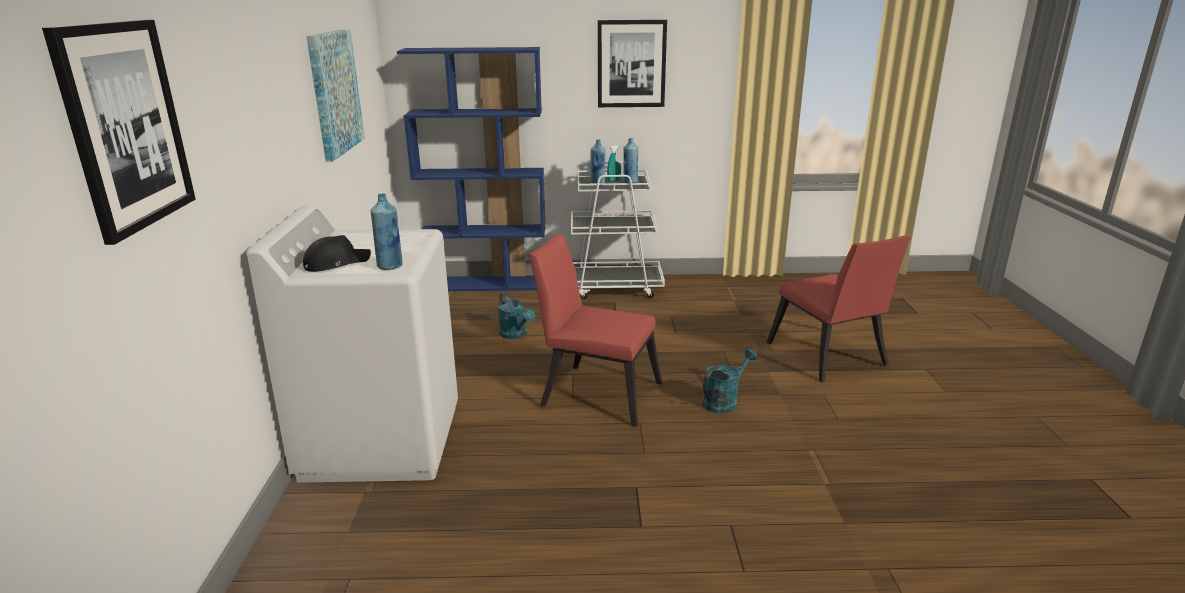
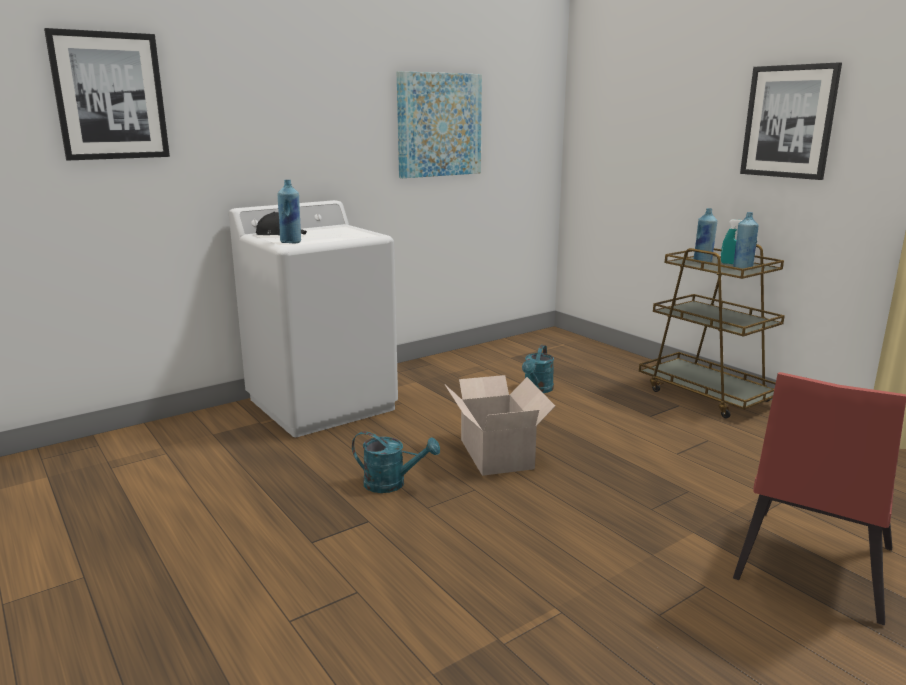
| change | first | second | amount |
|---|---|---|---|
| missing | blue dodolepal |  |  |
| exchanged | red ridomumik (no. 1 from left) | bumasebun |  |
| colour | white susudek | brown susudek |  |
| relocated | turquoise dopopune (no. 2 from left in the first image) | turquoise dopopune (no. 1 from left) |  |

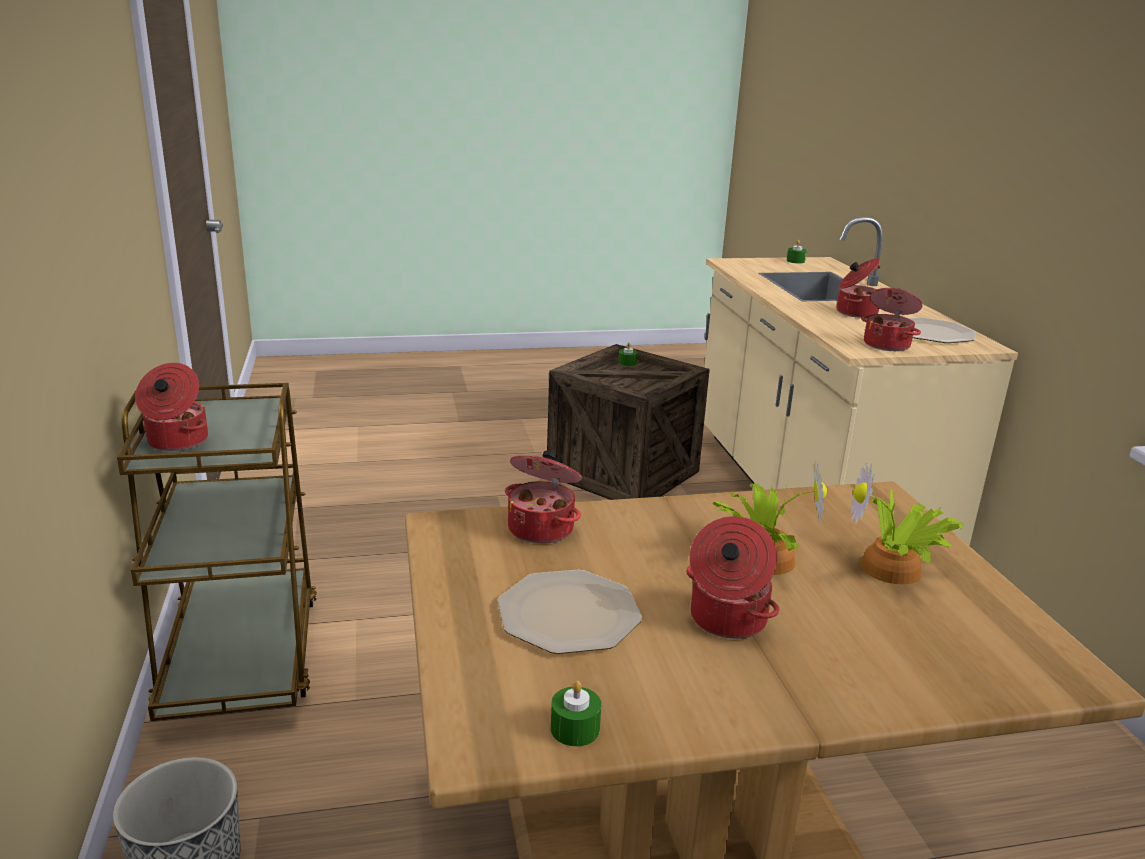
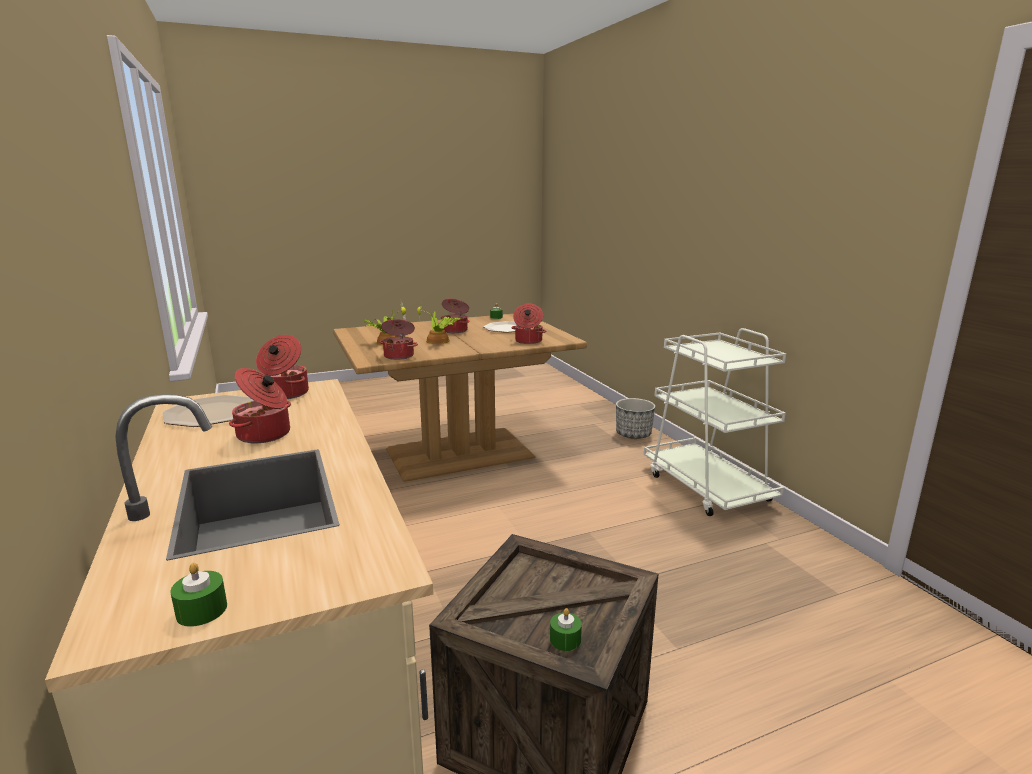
| change | first | second | amount |
|---|---|---|---|
| colour | brown susudek | white susudek |  |
| relocated | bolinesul (no. 1 from left in the first image) | bolinesul (no. 3 from left) |  |

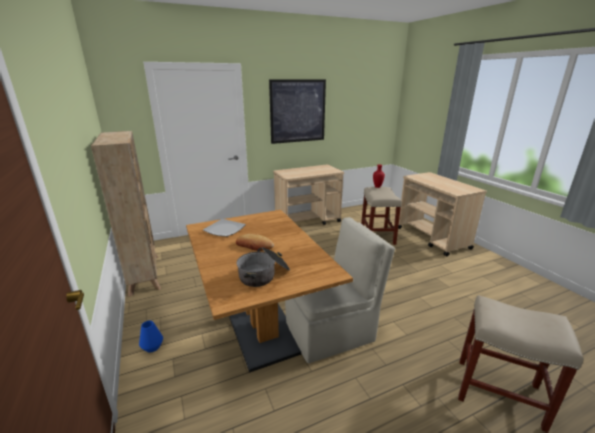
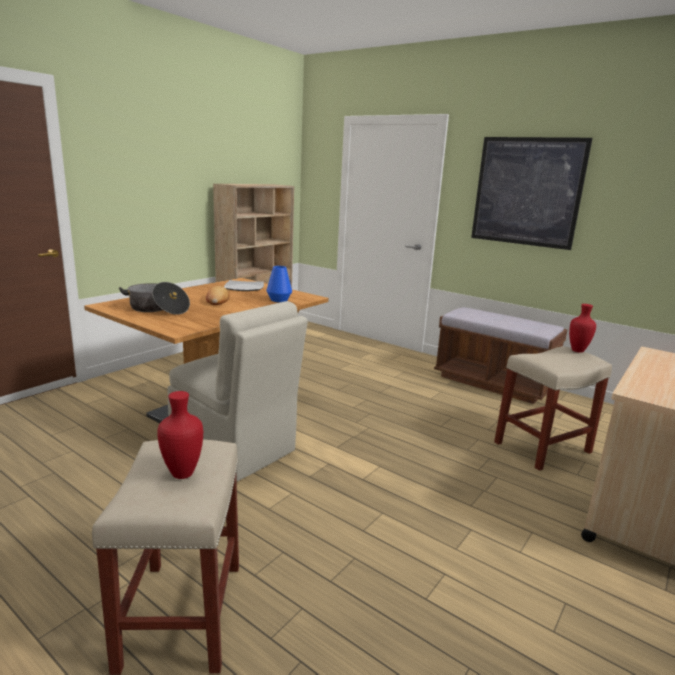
| change | first | second | amount |
|---|---|---|---|
| relocated | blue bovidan |  |  |
| exchanged | beige susudek (no. 1 from left) | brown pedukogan |  |
| appeared |  | red bovidan (no. 1 from left) |  |

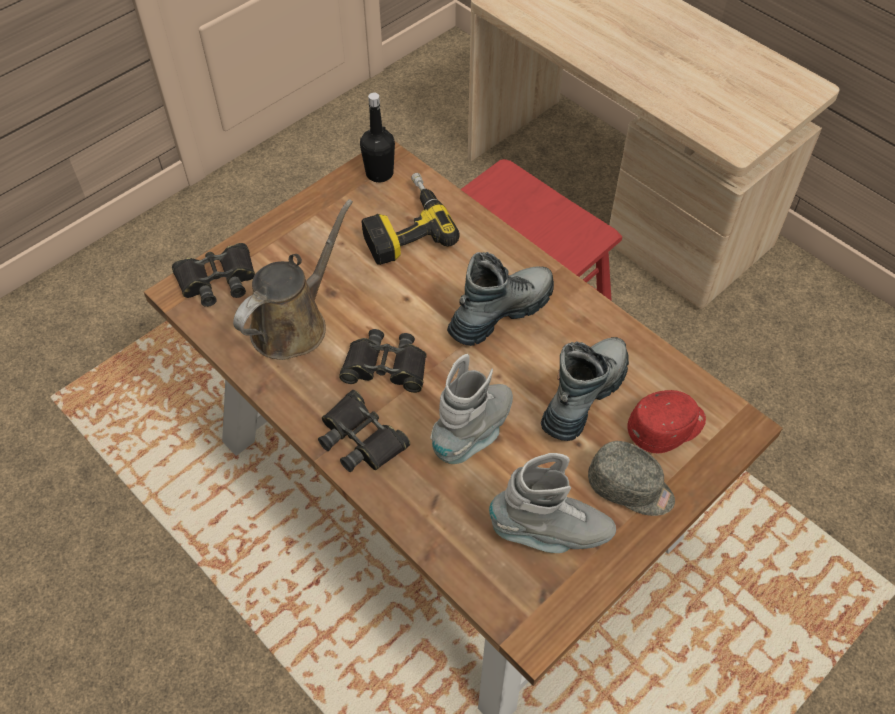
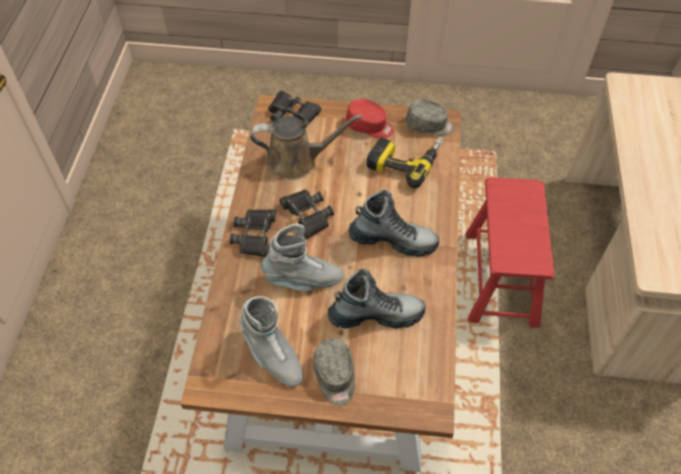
| change | first | second | amount |
|---|---|---|---|
| exchanged | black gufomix | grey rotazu (no. 2 from left) |  |
| relocated | red rotazu |  |  |

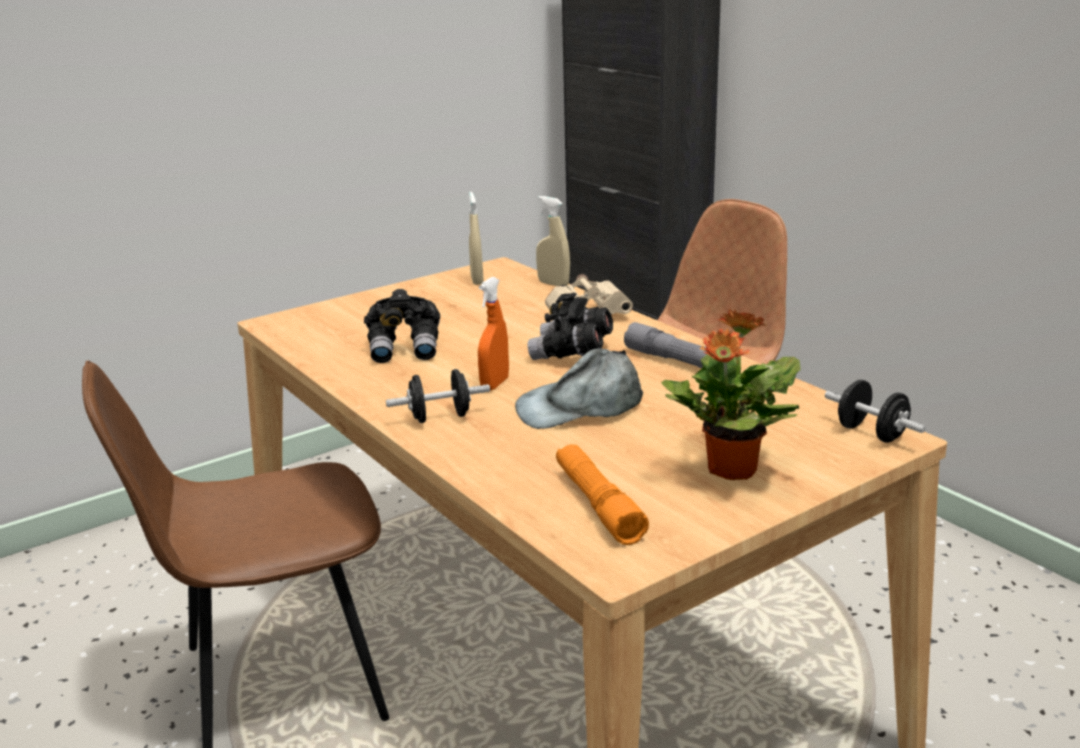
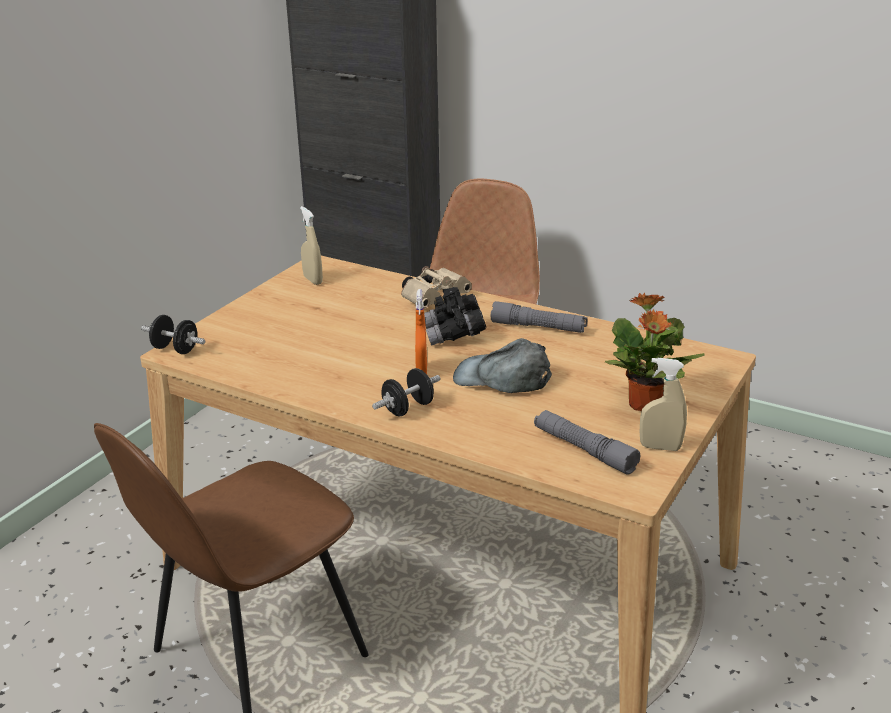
| change | first | second | amount |
|---|---|---|---|
| missing | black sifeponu (no. 1 from left) |  |  |
| spun | grey rotazu |  | 60 degrees clockwise |
| relocated | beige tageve (no. 2 from left) |  |  |
| colour | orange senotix | grey senotix (no. 2 from left) |  |
| relocated | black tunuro (no. 2 from left in the first image) | black tunuro (no. 1 from left) |  |

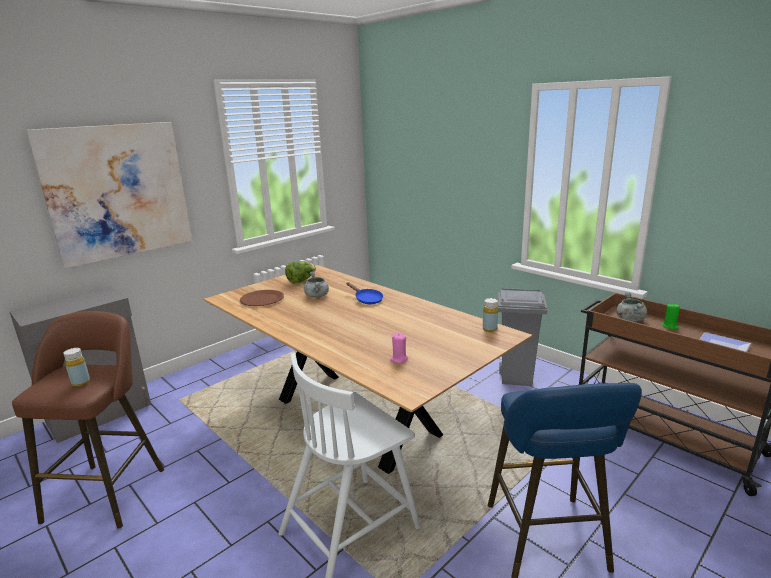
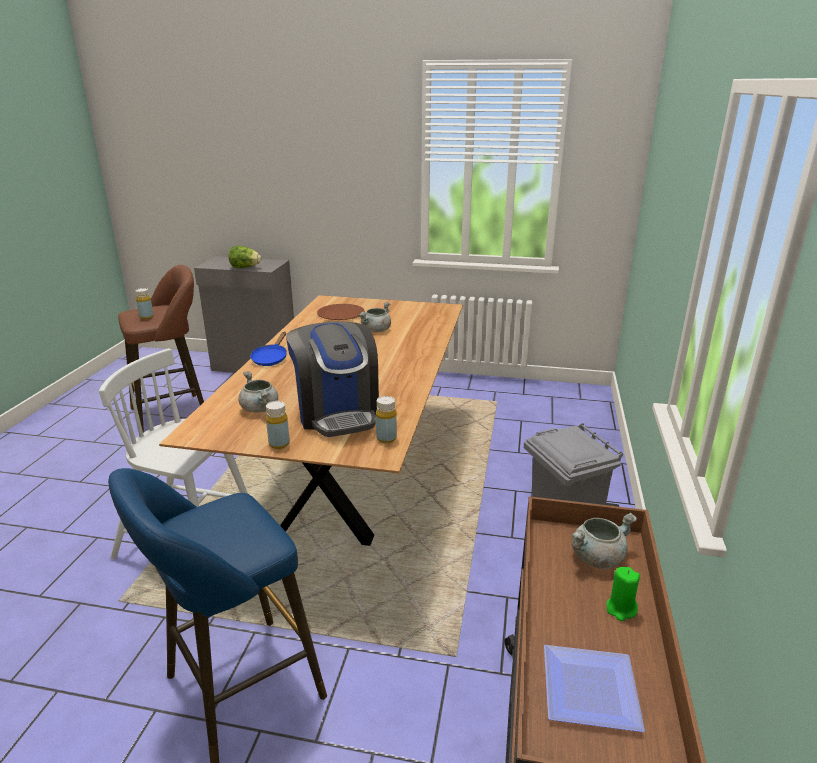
| change | first | second | amount |
|---|---|---|---|
| missing | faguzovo |  |  |
| relocated | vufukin |  |  |
| relocated | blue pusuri |  |  |
| exchanged | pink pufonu | grey bolinesul (no. 1 from left) |  |
| appeared |  | yellow gufomix (no. 2 from left) |  |
| appeared |  | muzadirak |  |

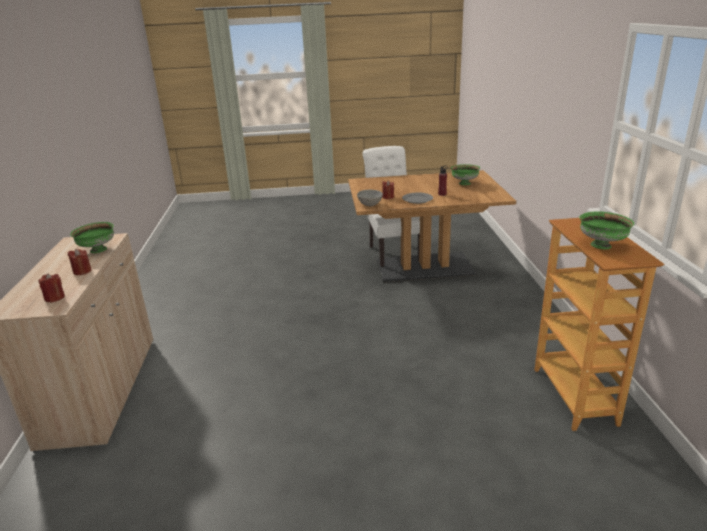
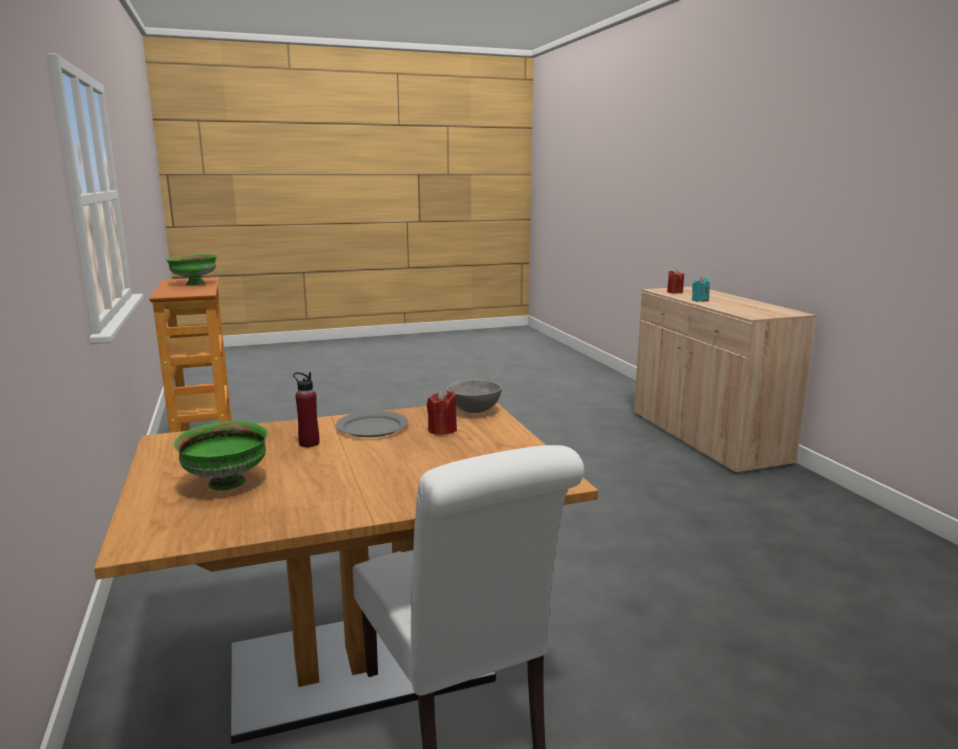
| change | first | second | amount |
|---|---|---|---|
| colour | red pufonu (no. 2 from left) | turquoise pufonu |  |
| missing | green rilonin (no. 1 from left) |  |  |

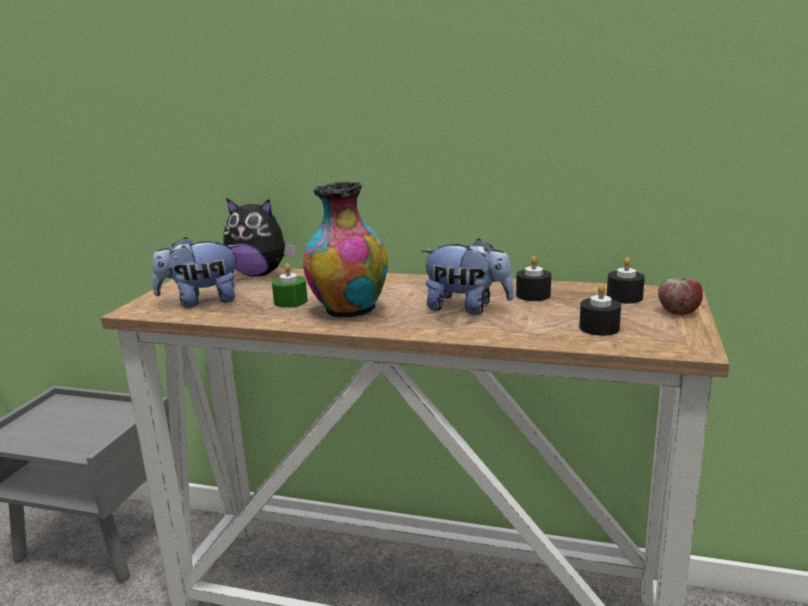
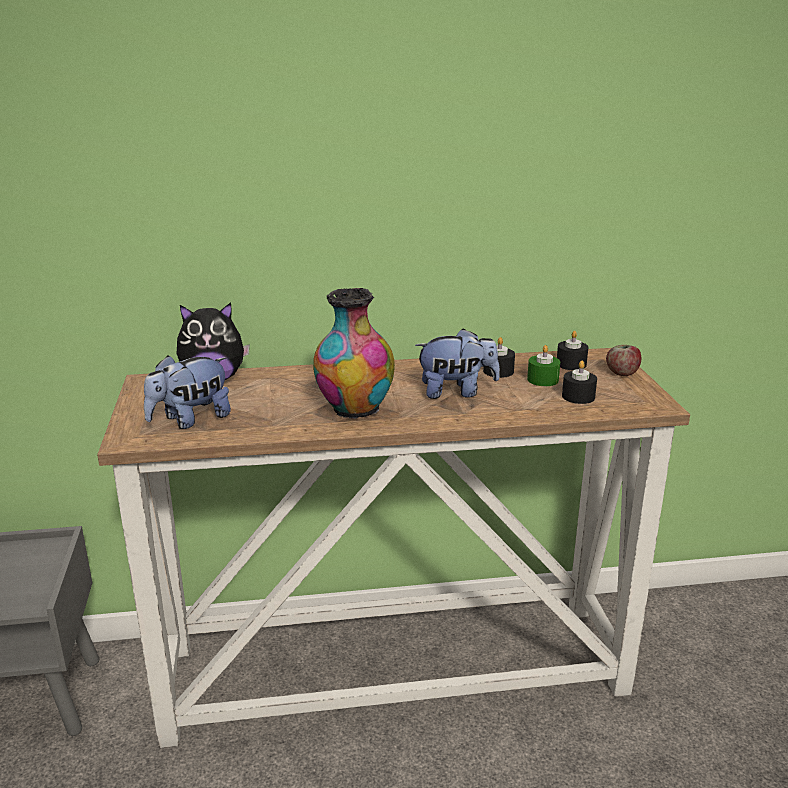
| change | first | second | amount |
|---|---|---|---|
| relocated | green pufonu |  |  |

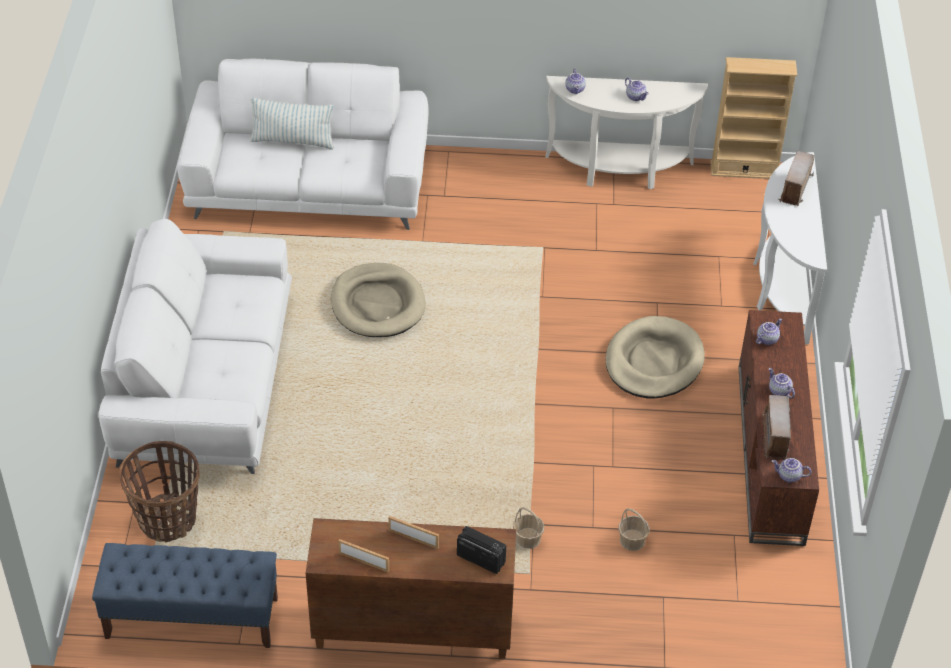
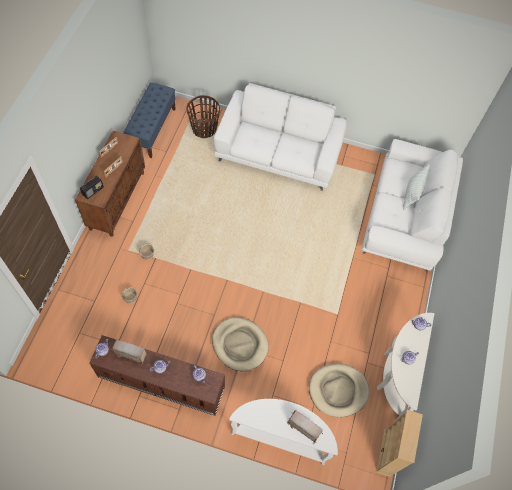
| change | first | second | amount |
|---|---|---|---|
| relocated | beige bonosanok (no. 1 from left in the first image) | beige bonosanok (no. 2 from left) |  |

